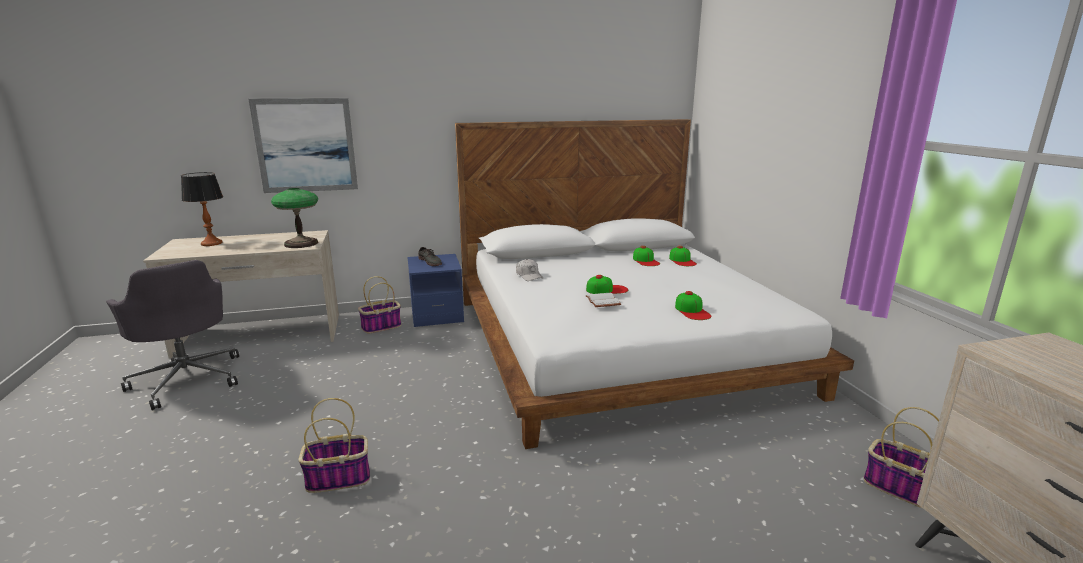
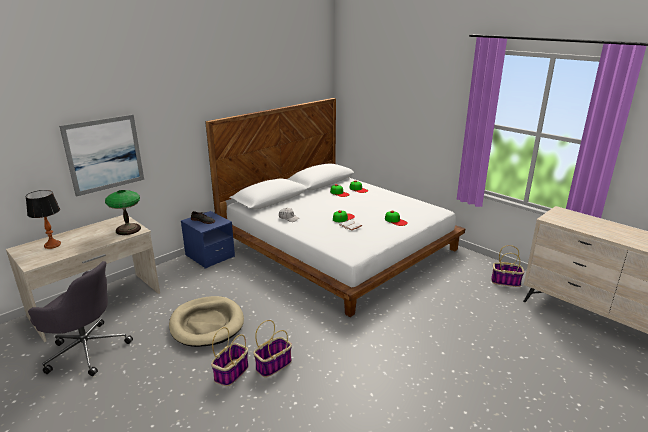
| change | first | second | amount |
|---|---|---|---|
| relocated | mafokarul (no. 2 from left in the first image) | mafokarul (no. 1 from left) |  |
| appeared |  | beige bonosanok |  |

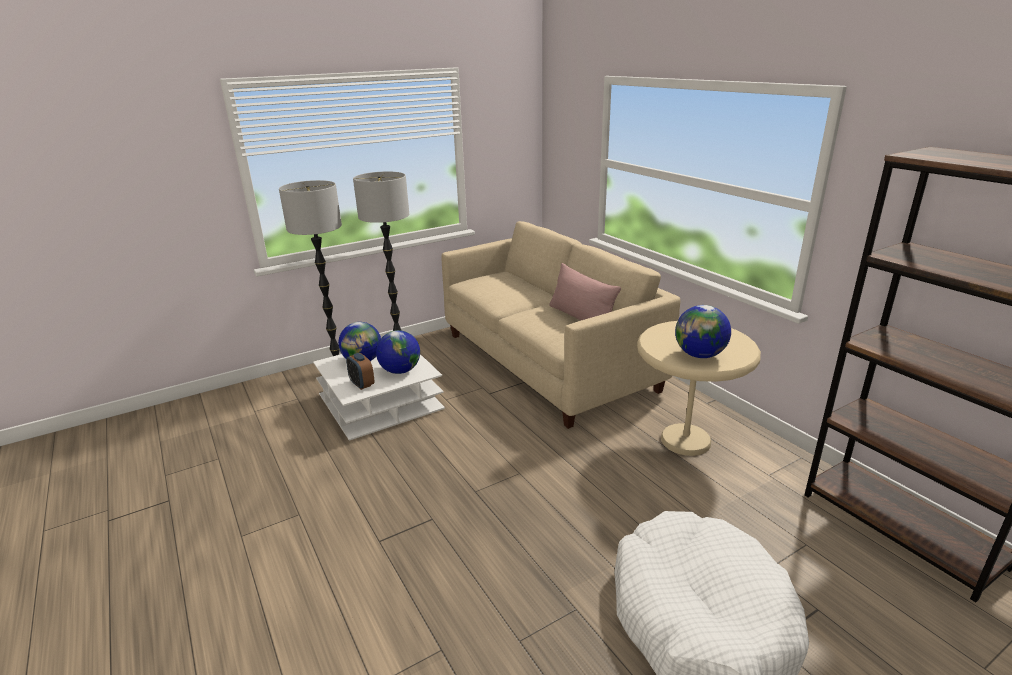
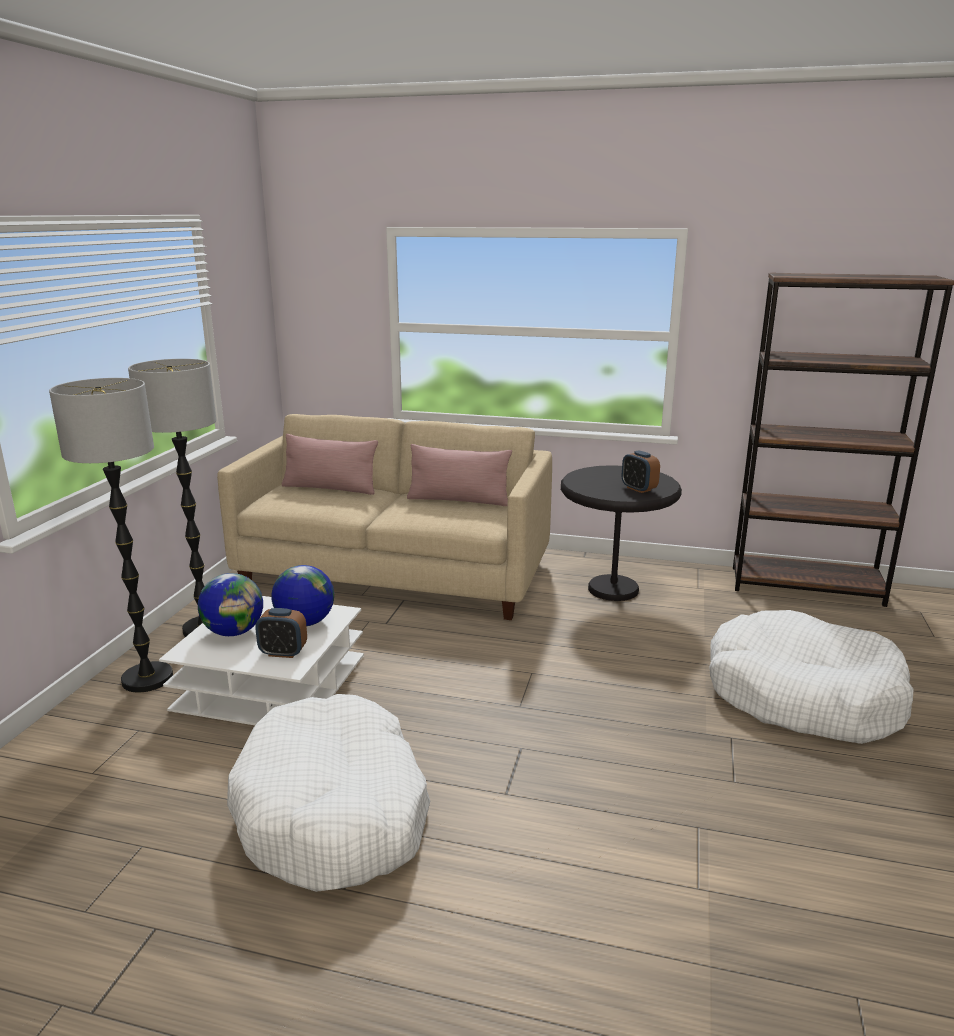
| change | first | second | amount |
|---|---|---|---|
| colour | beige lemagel | black lemagel |  |
| exchanged | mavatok (no. 3 from left) | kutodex (no. 2 from left) |  |
| appeared |  | white bonosanok (no. 1 from left) |  |
| appeared |  | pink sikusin (no. 1 from left) |  |

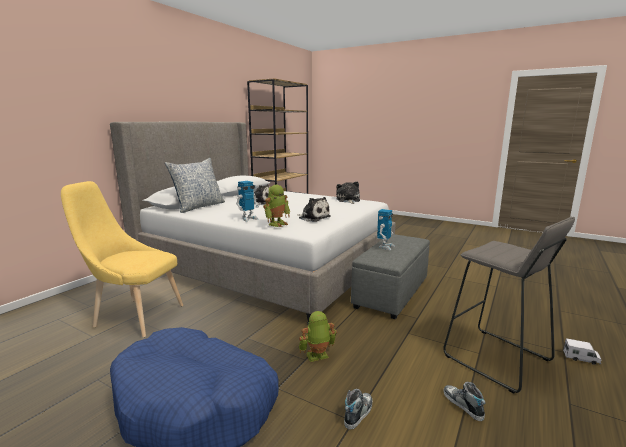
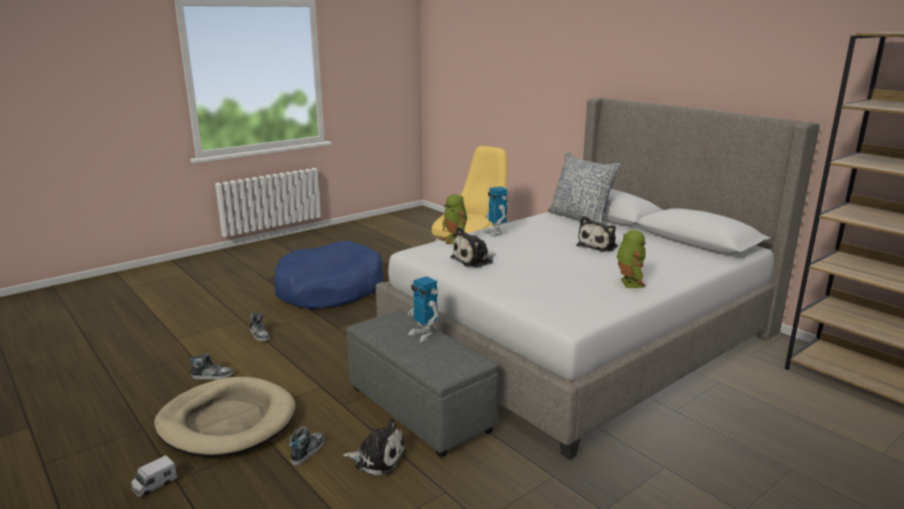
| change | first | second | amount |
|---|---|---|---|
| relocated | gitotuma (no. 3 from left in the first image) | gitotuma (no. 4 from left) |  |
| relocated | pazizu (no. 3 from left in the first image) | pazizu (no. 1 from left) |  |
| exchanged | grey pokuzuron | beige bonosanok |  |
| appeared |  | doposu (no. 3 from left) |  |

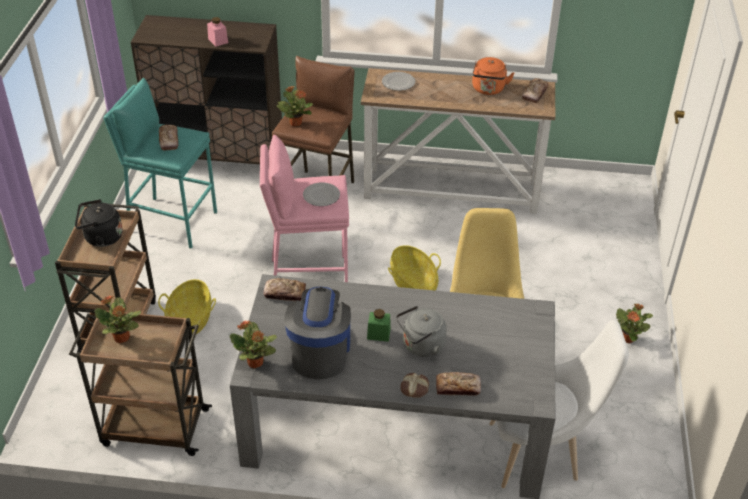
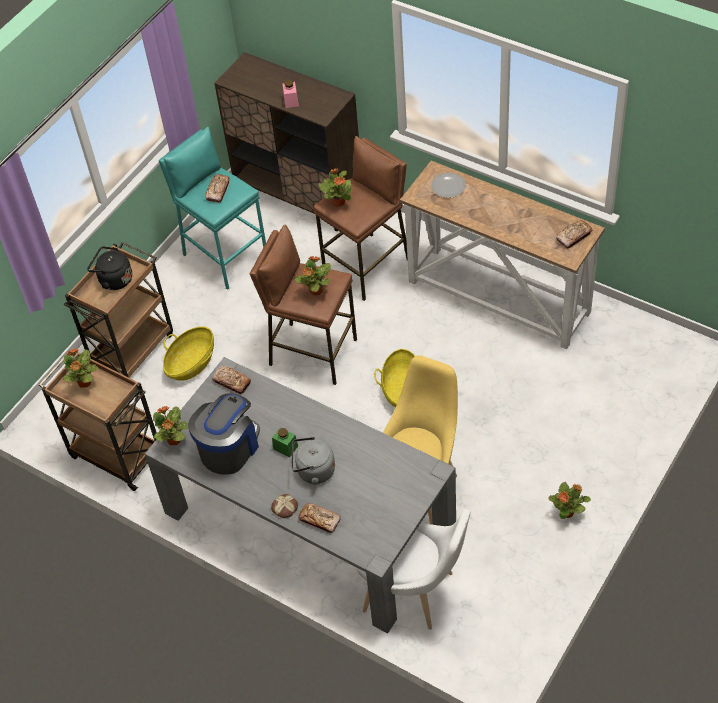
| change | first | second | amount |
|---|---|---|---|
| colour | pink pokuzuron | brown pokuzuron (no. 1 from left) |  |
| exchanged | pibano (no. 1 from left) | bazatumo (no. 3 from left) |  |
| missing | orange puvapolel |  |  |

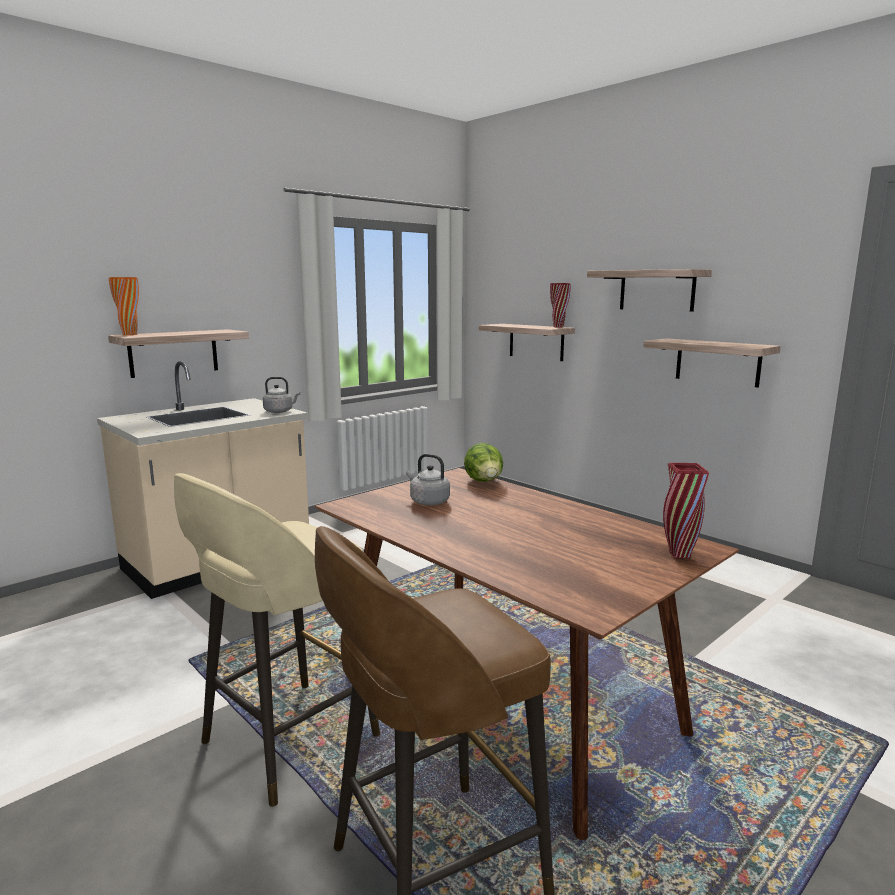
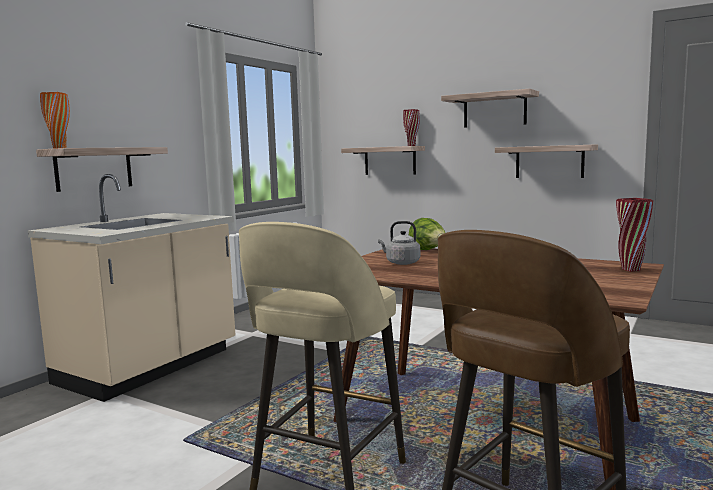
| change | first | second | amount |
|---|---|---|---|
| missing | grey puvapolel (no. 1 from left) |  |  |

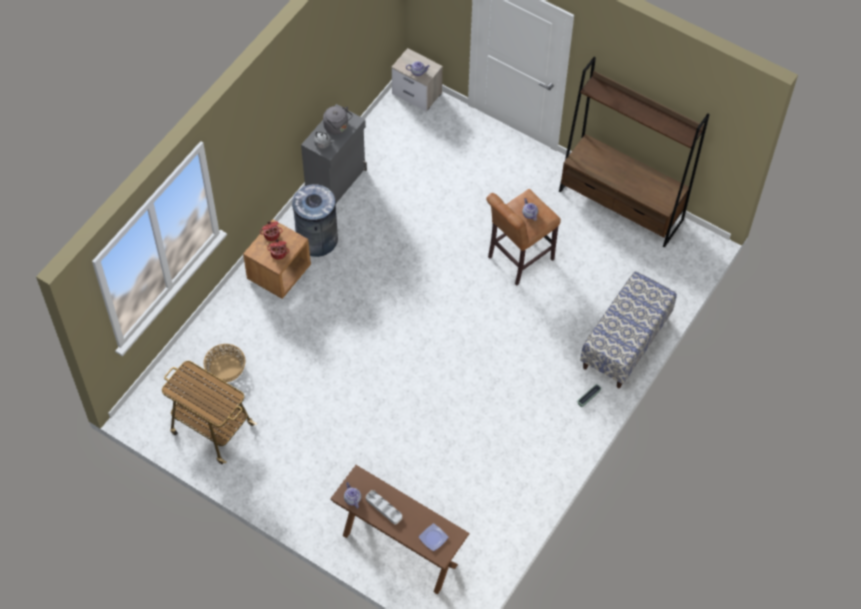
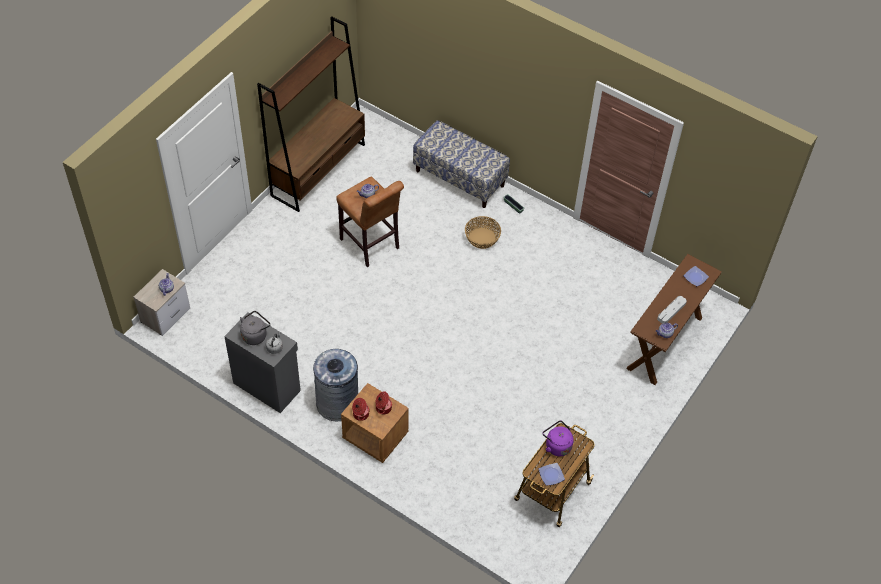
| change | first | second | amount |
|---|---|---|---|
| relocated | mafokarul |  |  |
| appeared |  | pibano (no. 1 from left) |  |
| appeared |  | purple puvapolel |  |

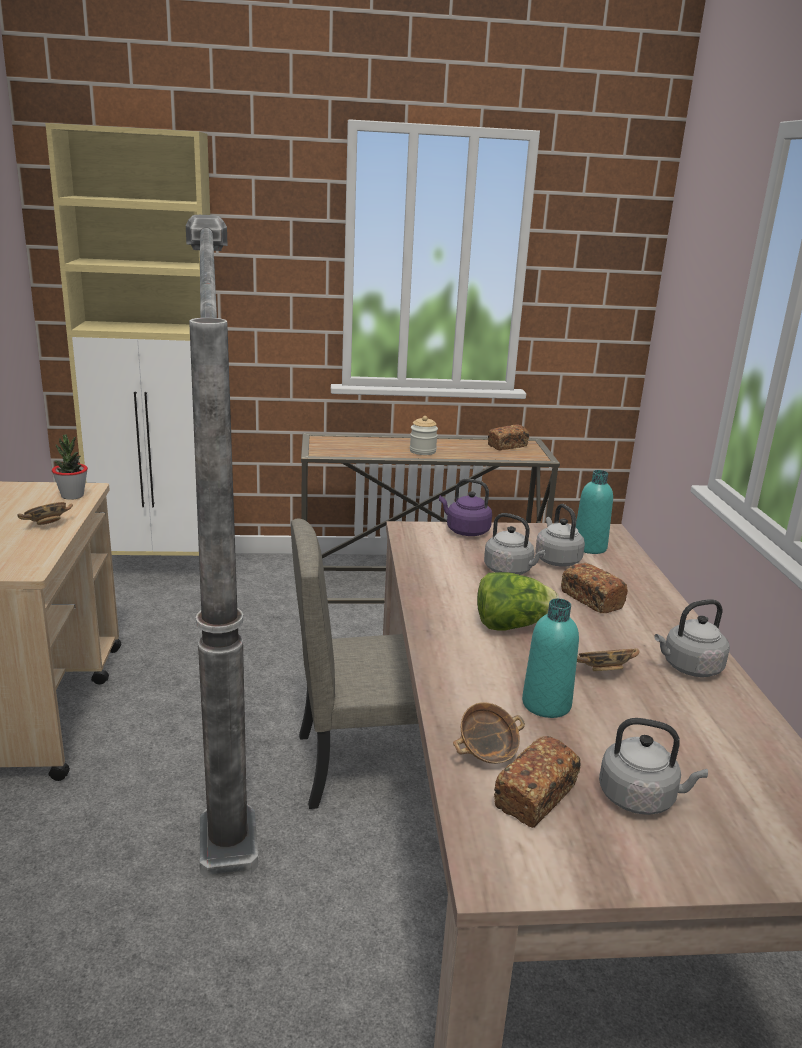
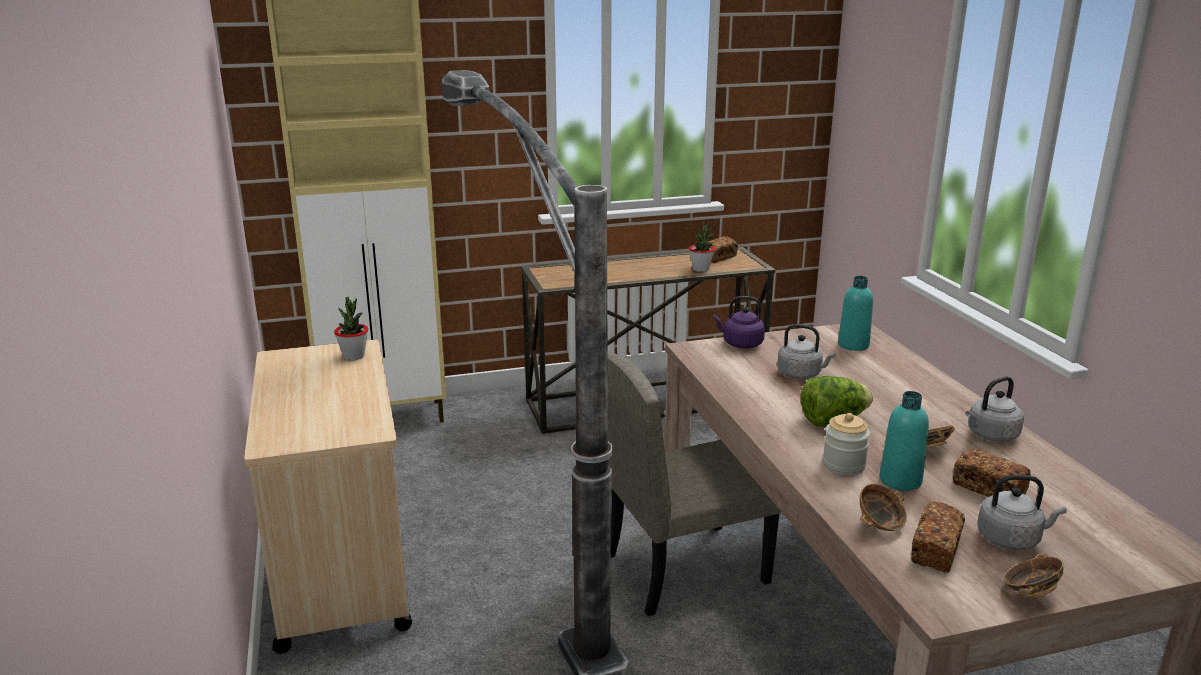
| change | first | second | amount |
|---|---|---|---|
| relocated | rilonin (no. 1 from left in the first image) | rilonin (no. 3 from left) |  |
| relocated | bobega |  |  |
| missing | grey puvapolel (no. 2 from left) |  |  |
| relocated | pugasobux (no. 3 from left) |  |  |
| appeared |  | bazatumo (no. 2 from left) |  |

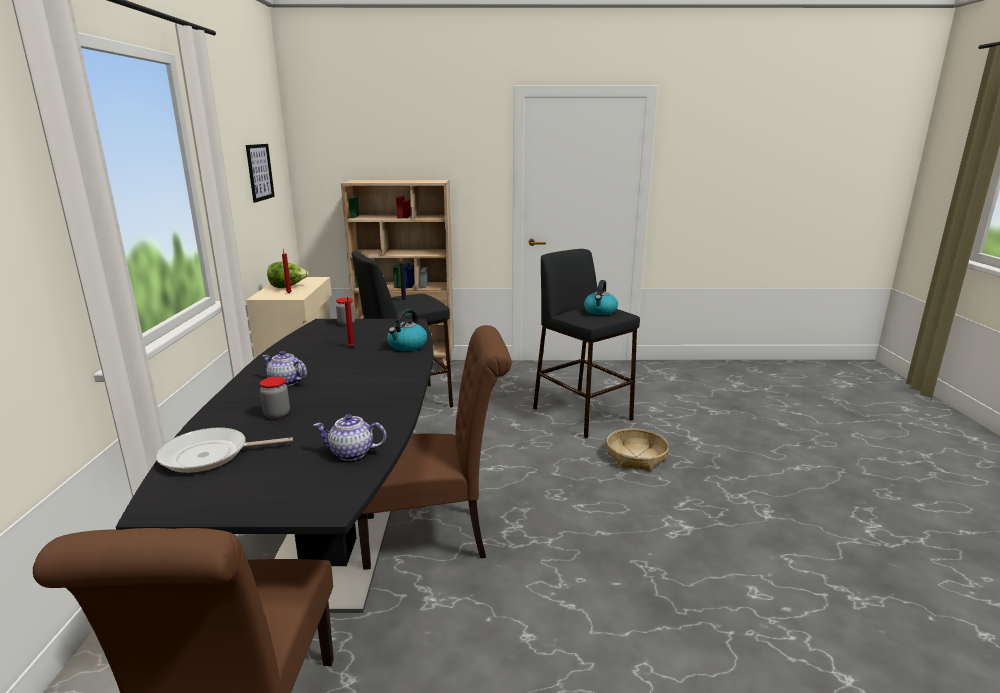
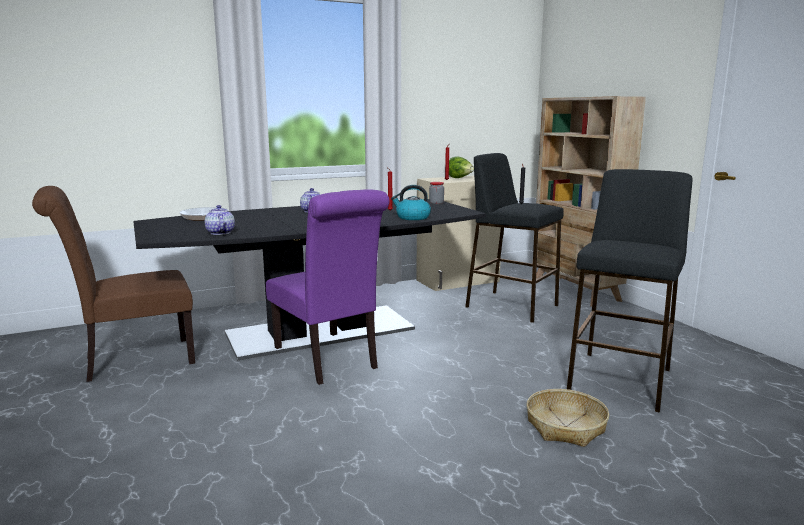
| change | first | second | amount |
|---|---|---|---|
| missing | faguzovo |  |  |
| missing | bobega (no. 1 from left) |  |  |
| colour | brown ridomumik (no. 2 from left) | purple ridomumik |  |
| missing | puvapolel (no. 2 from left) |  |  |

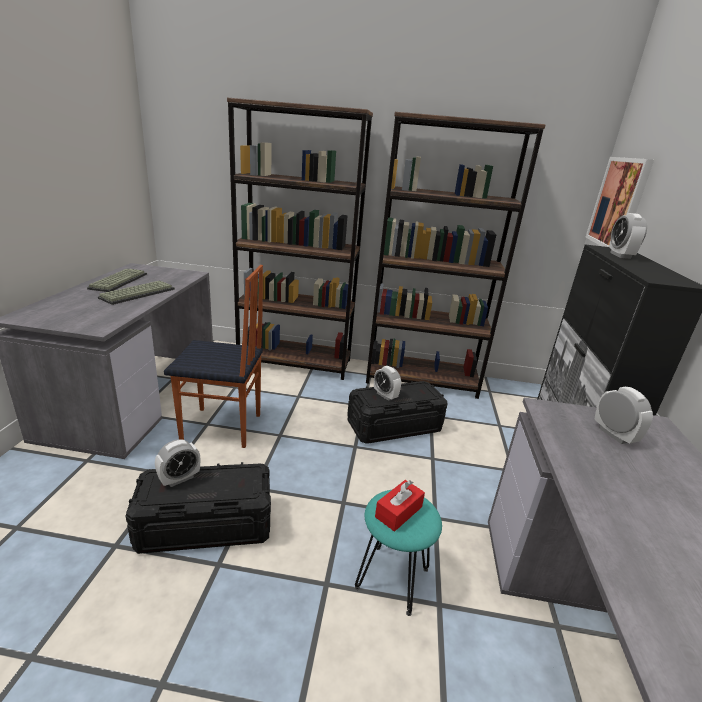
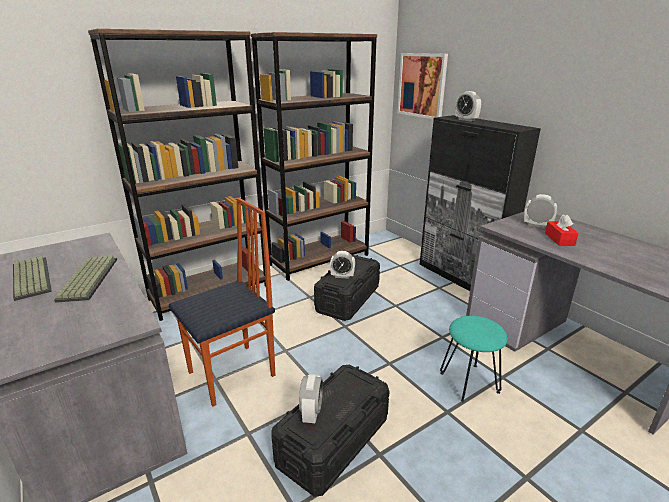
| change | first | second | amount |
|---|---|---|---|
| relocated | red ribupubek |  |  |

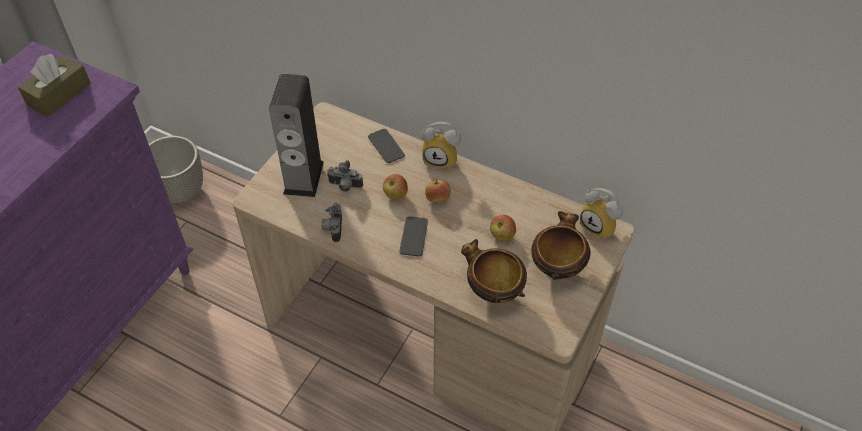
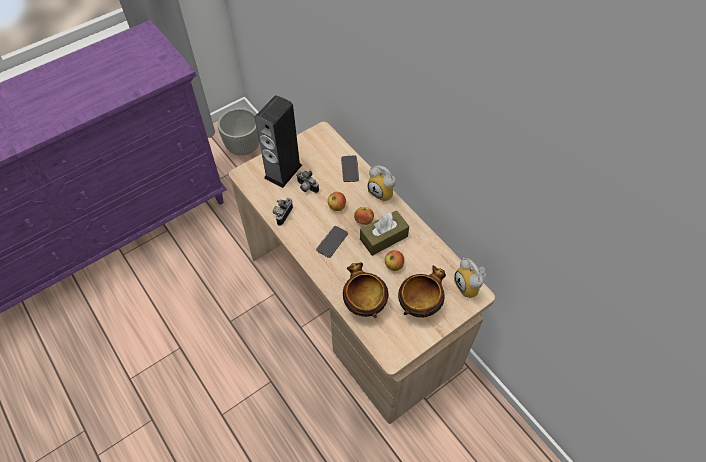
| change | first | second | amount |
|---|---|---|---|
| relocated | brown ribupubek |  |  |

